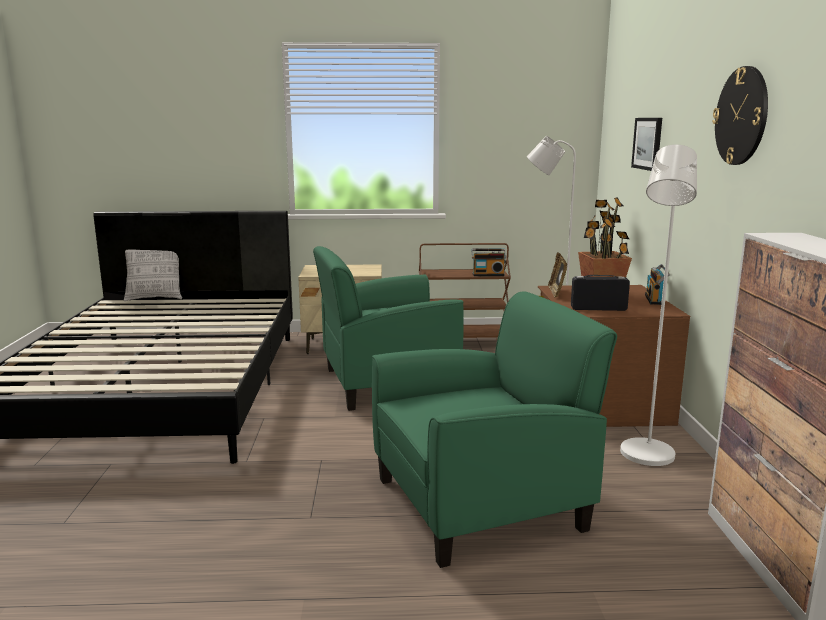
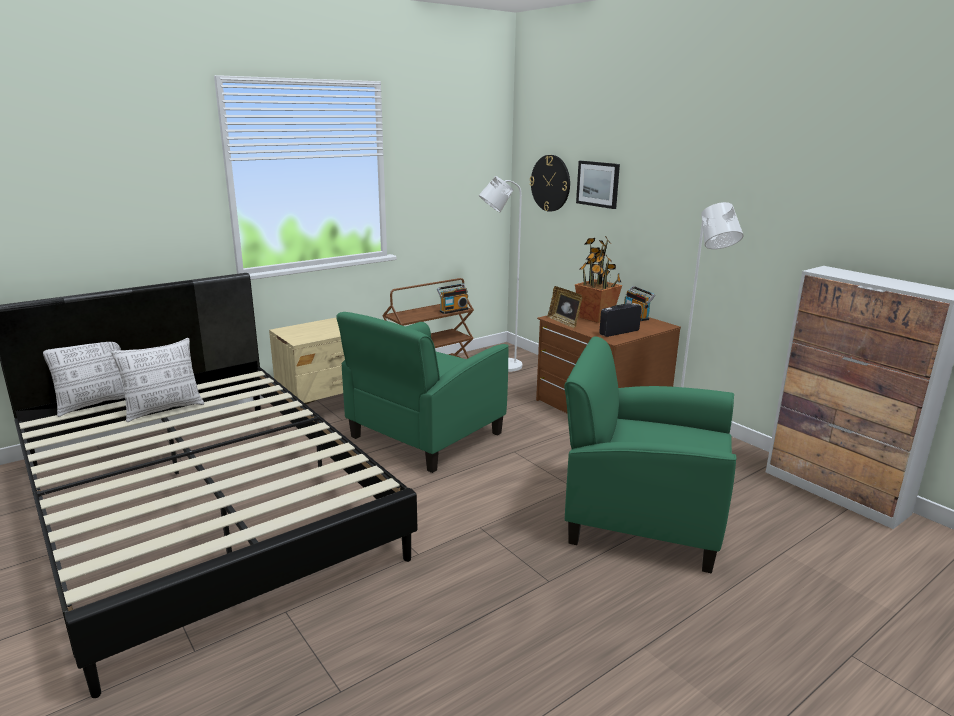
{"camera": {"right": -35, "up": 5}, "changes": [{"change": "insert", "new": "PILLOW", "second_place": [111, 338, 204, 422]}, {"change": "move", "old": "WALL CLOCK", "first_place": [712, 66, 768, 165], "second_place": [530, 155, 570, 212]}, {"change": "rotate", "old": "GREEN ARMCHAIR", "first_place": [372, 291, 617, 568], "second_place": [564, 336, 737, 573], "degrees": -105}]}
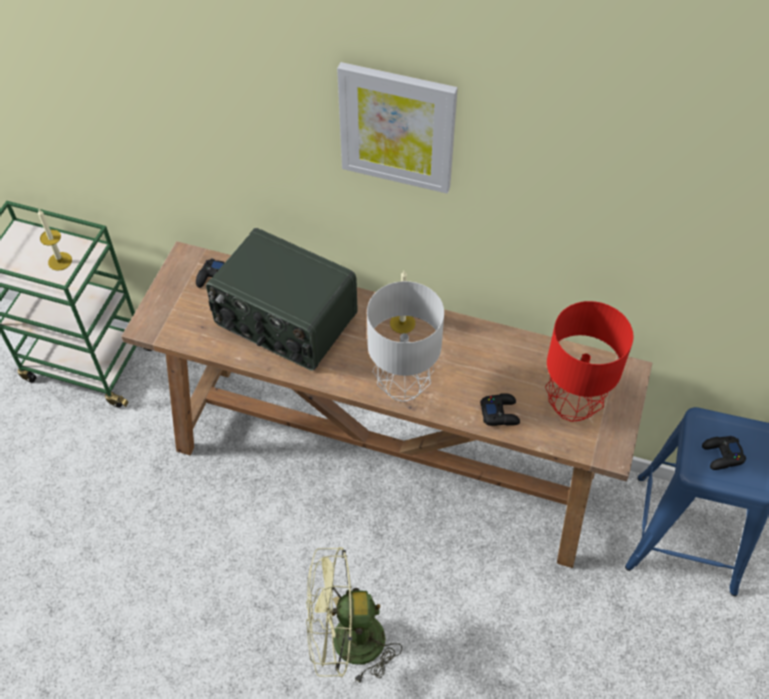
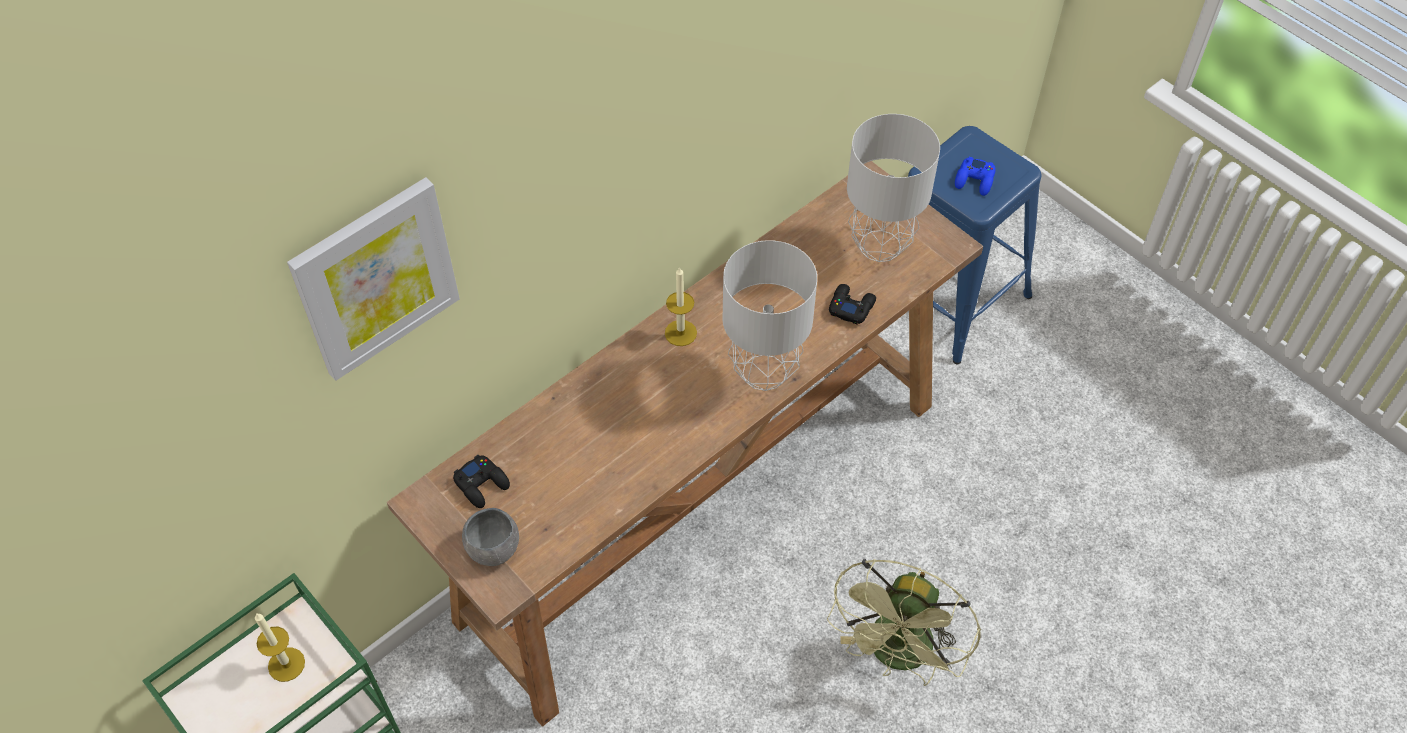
{"camera": {"right": -60, "up": 0}, "changes": [{"change": "move", "old": "PICTURE", "first_place": [337, 62, 458, 194], "second_place": [287, 177, 460, 381]}, {"change": "insert", "new": "GREY BOWL", "second_place": [462, 508, 519, 566]}, {"change": "recolor", "old": "RED TABLE LAMP", "new": "GREY TABLE LAMP", "first_place": [545, 301, 634, 422], "second_place": [847, 114, 940, 262]}, {"change": "recolor", "old": "BLACK GAME CONTROLLER", "new": "BLUE GAME CONTROLLER", "first_place": [702, 436, 746, 470], "second_place": [955, 157, 996, 196]}, {"change": "delete", "old": "RADIO", "first_place": [206, 228, 358, 371]}]}
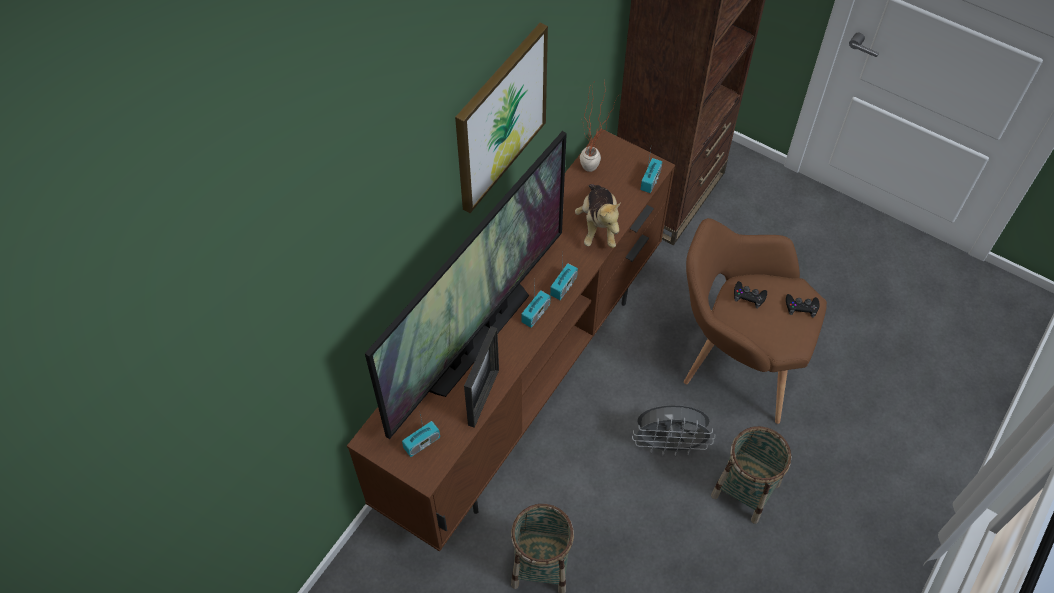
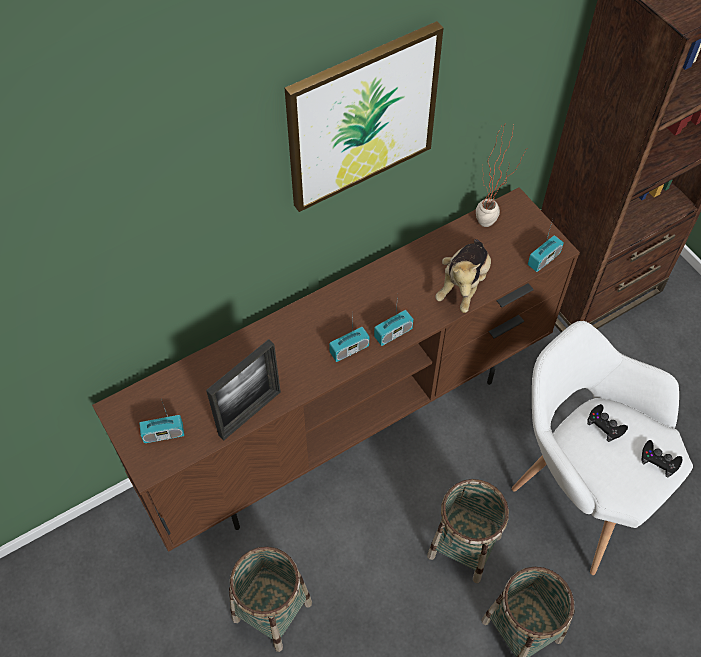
{"camera": {"right": 25, "up": 0}, "changes": [{"change": "replace", "old": "GREY FAN", "new": "BASKET", "first_place": [632, 404, 716, 456], "second_place": [427, 479, 509, 583]}, {"change": "recolor", "old": "BROWN ARMCHAIR", "new": "WHITE ARMCHAIR", "first_place": [684, 218, 827, 424], "second_place": [512, 321, 693, 575]}, {"change": "delete", "old": "TELEVISION", "first_place": [365, 131, 567, 439]}]}
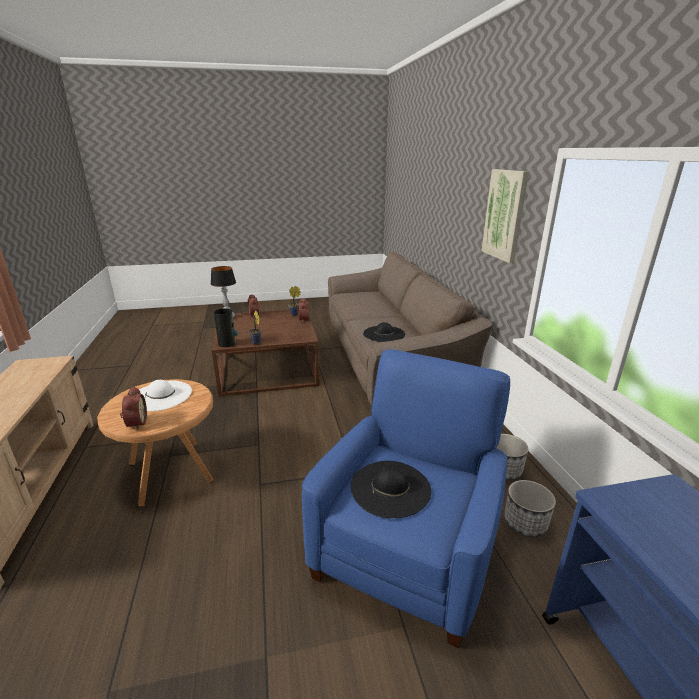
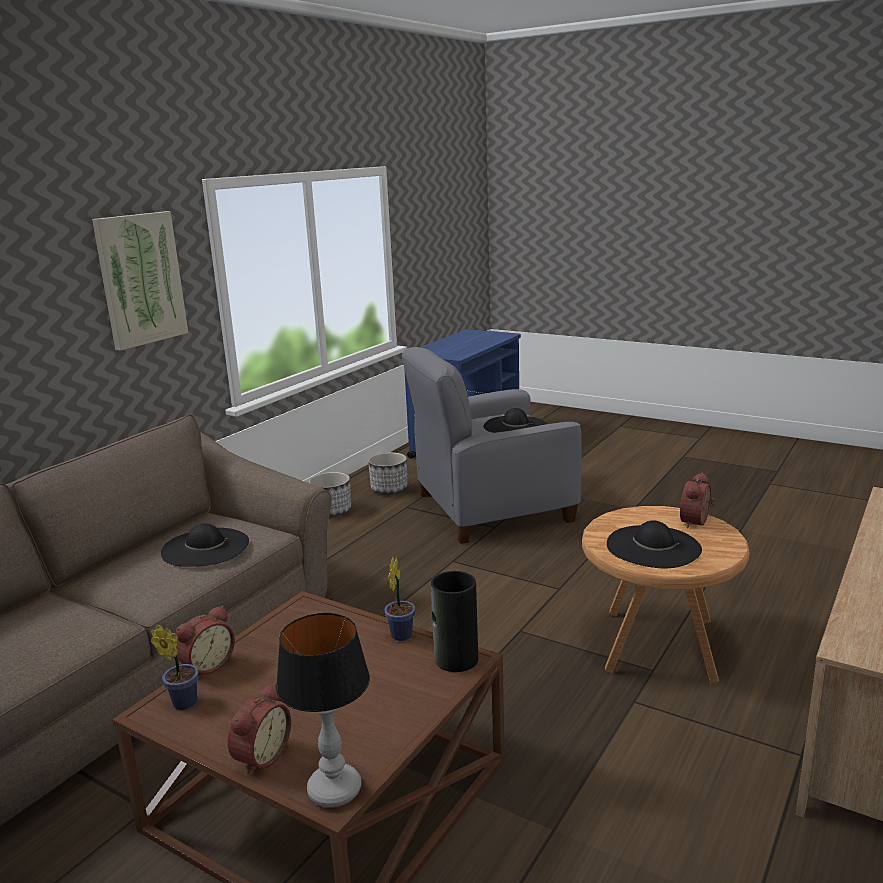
{"camera": {"right": -135, "up": -5}, "changes": [{"change": "recolor", "old": "BLUE ARMCHAIR", "new": "GREY ARMCHAIR", "first_place": [302, 349, 510, 648], "second_place": [402, 347, 581, 544]}, {"change": "recolor", "old": "WHITE HAT", "new": "BLACK HAT", "first_place": [139, 380, 192, 411], "second_place": [607, 521, 702, 568]}]}
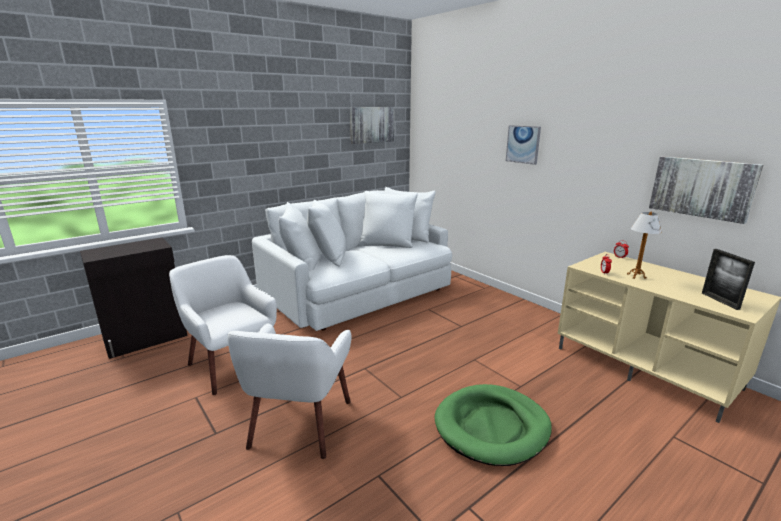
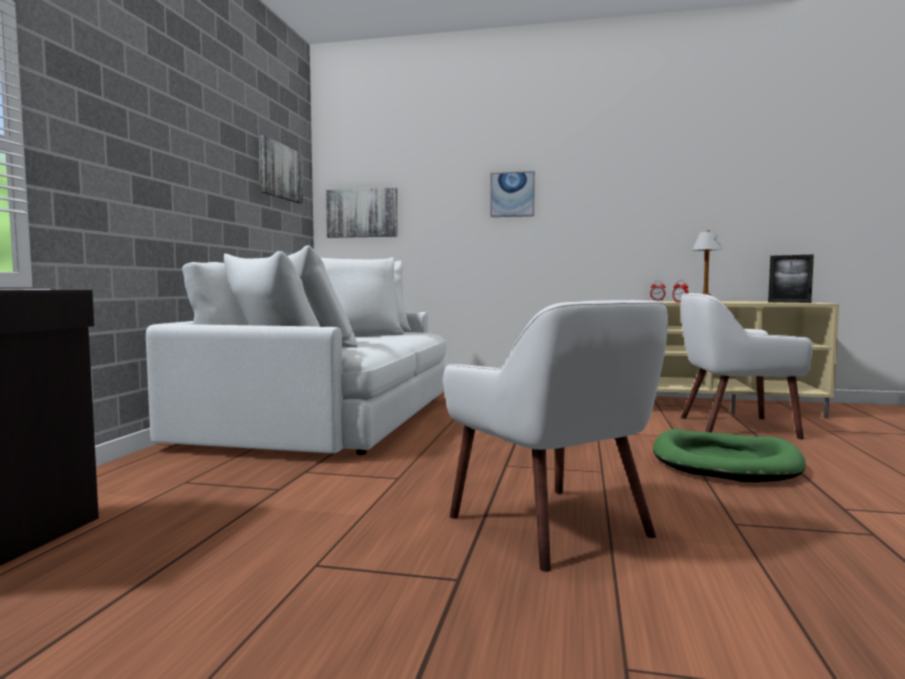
{"camera": {"right": -40, "up": -15}, "changes": [{"change": "move", "old": "PICTURE", "first_place": [649, 156, 763, 224], "second_place": [326, 188, 398, 238]}, {"change": "move", "old": "WHITE ARMCHAIR", "first_place": [169, 255, 277, 395], "second_place": [681, 293, 813, 439]}]}
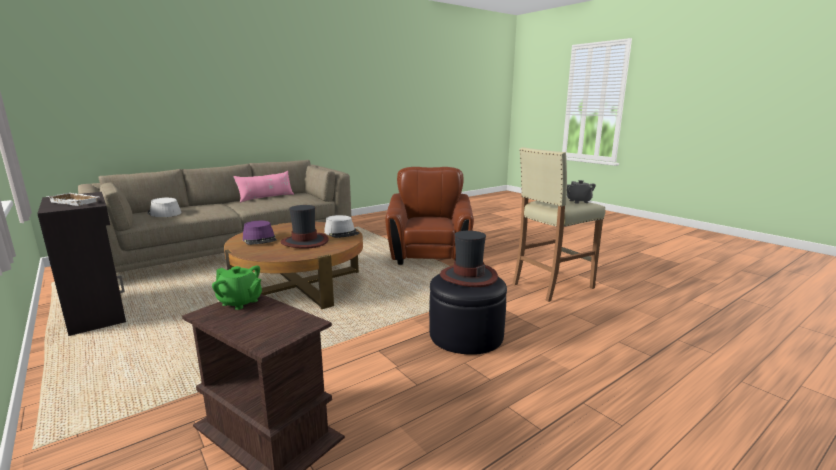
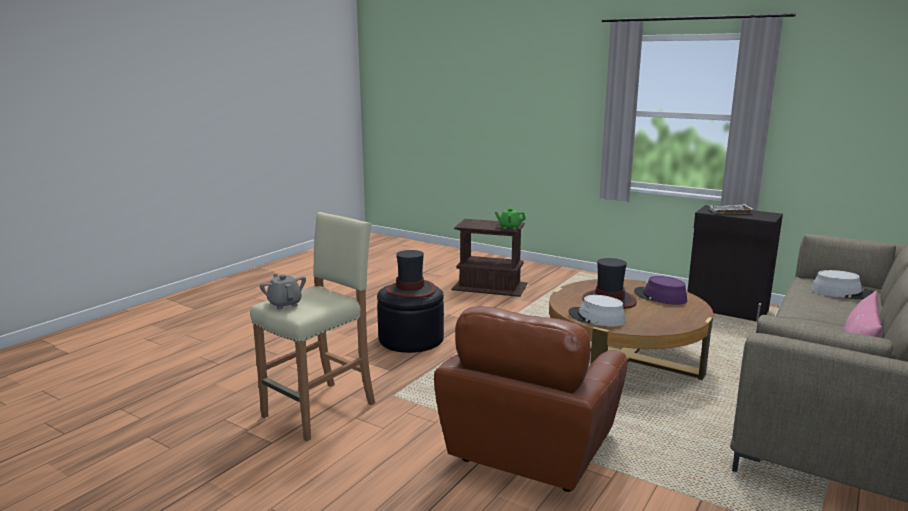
{"camera": {"right": 160, "up": 0}, "changes": [{"change": "rotate", "old": "BROWN ARMCHAIR", "first_place": [385, 167, 474, 265], "second_place": [434, 306, 628, 492], "degrees": 45}]}
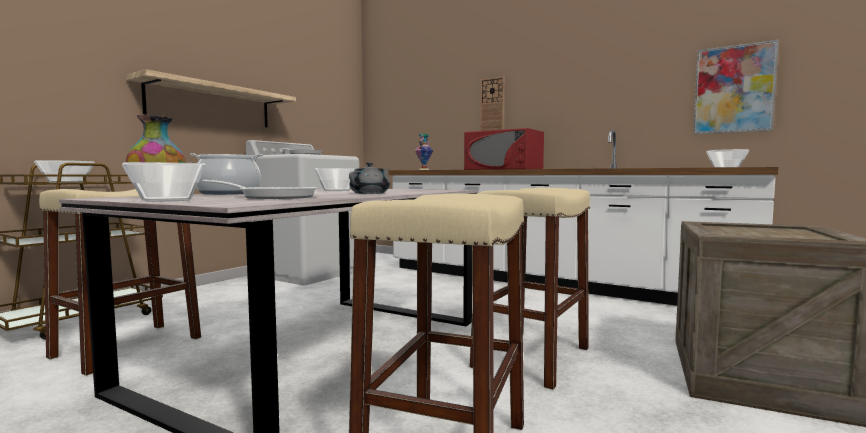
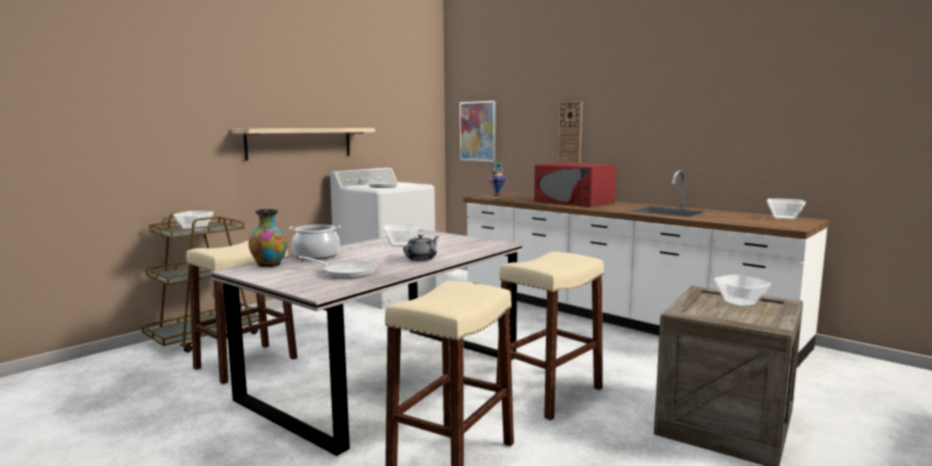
{"camera": {"right": 10, "up": 5}, "changes": [{"change": "move", "old": "PICTURE", "first_place": [693, 40, 779, 134], "second_place": [460, 101, 496, 162]}, {"change": "move", "old": "BOWL", "first_place": [122, 162, 206, 202], "second_place": [714, 275, 771, 307]}]}
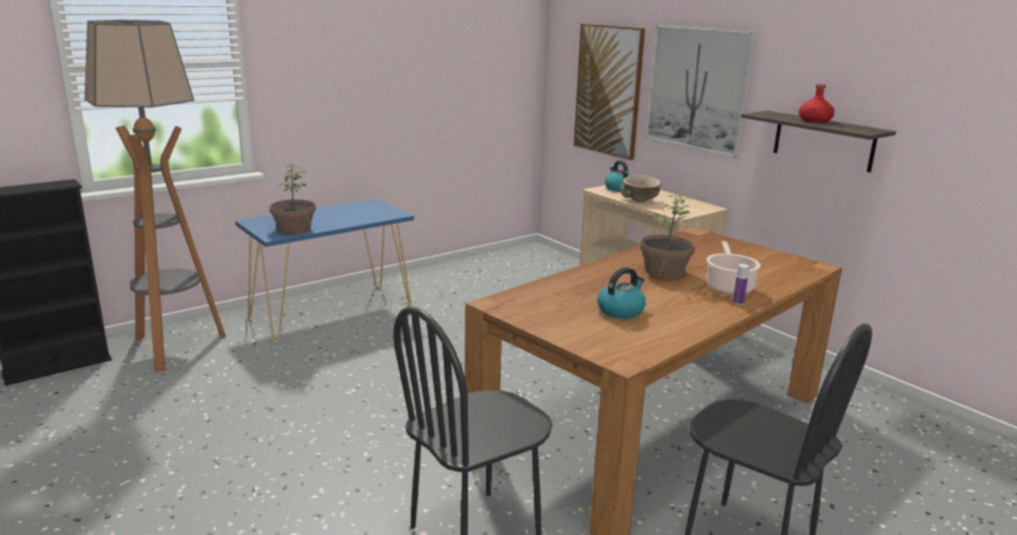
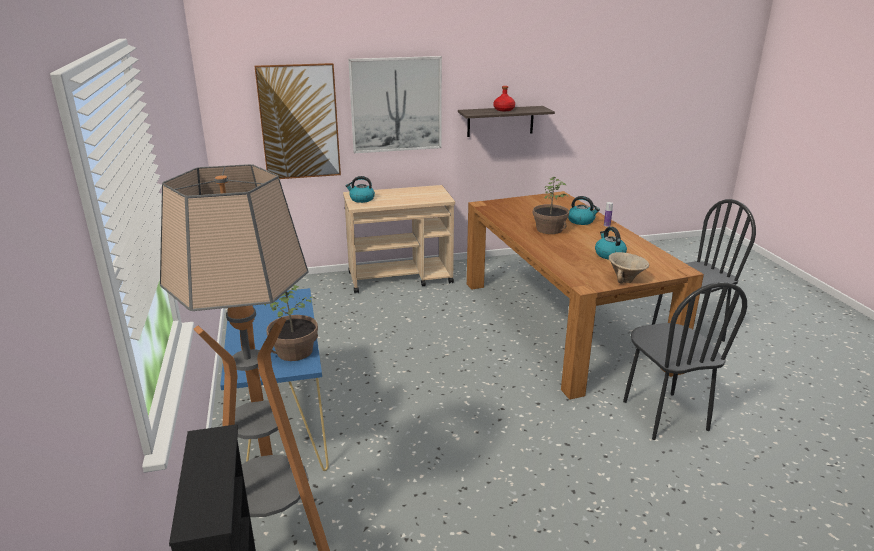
{"camera": {"right": -65, "up": 5}, "changes": [{"change": "replace", "old": "COOKING POT", "new": "KETTLE", "first_place": [706, 241, 761, 295], "second_place": [568, 196, 600, 225]}, {"change": "move", "old": "BEIGE BOWL", "first_place": [620, 174, 662, 202], "second_place": [609, 252, 649, 283]}]}
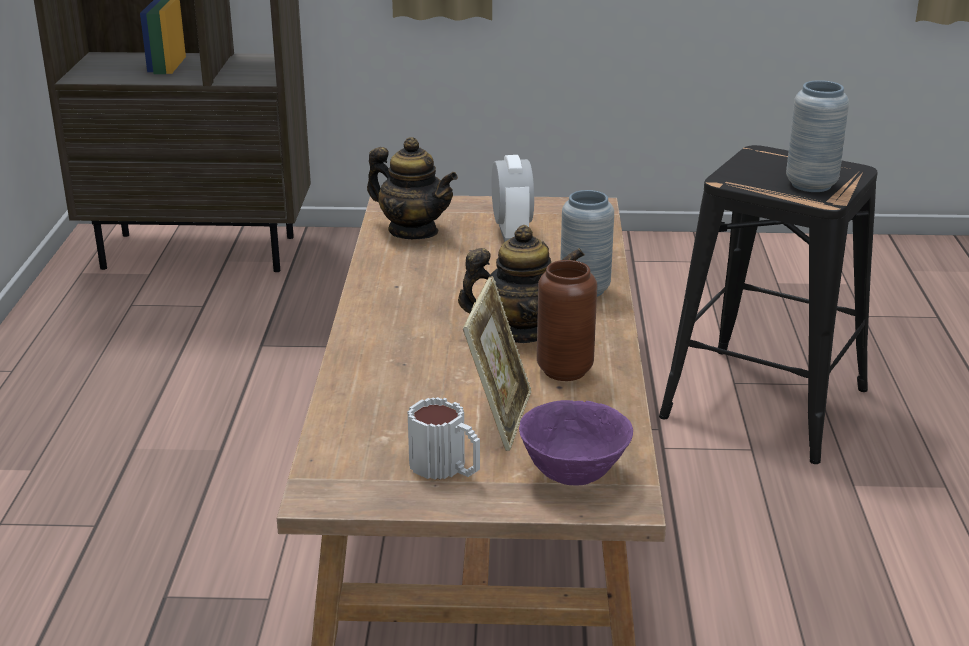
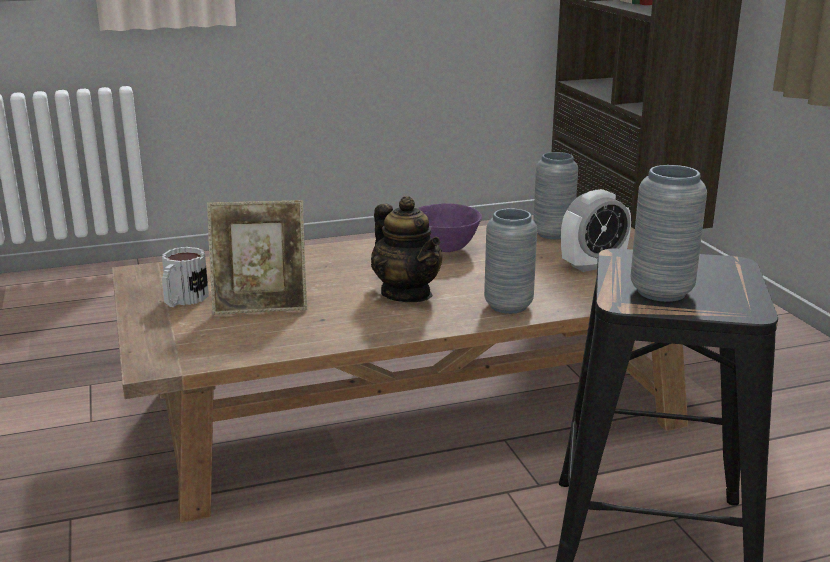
{"camera": {"right": 70, "up": -5}, "changes": [{"change": "move", "old": "PURPLE BOWL", "first_place": [519, 400, 633, 485], "second_place": [418, 203, 482, 252]}, {"change": "replace", "old": "TEAPOT", "new": "GREY VASE", "first_place": [367, 137, 458, 239], "second_place": [533, 152, 578, 239]}, {"change": "delete", "old": "BROWN VASE", "first_place": [537, 260, 597, 381]}]}
